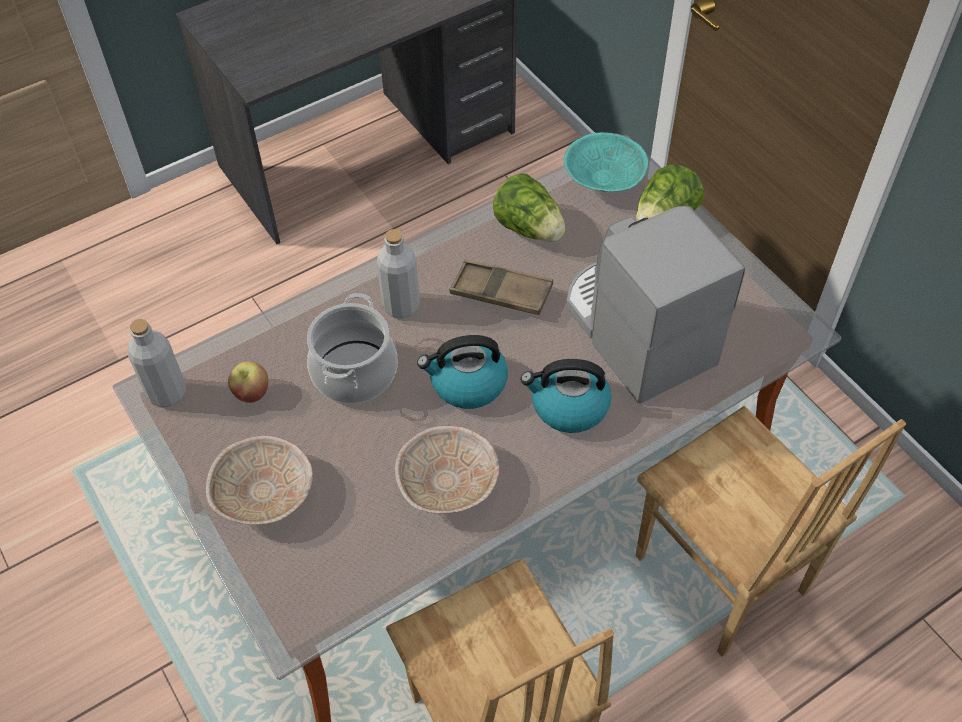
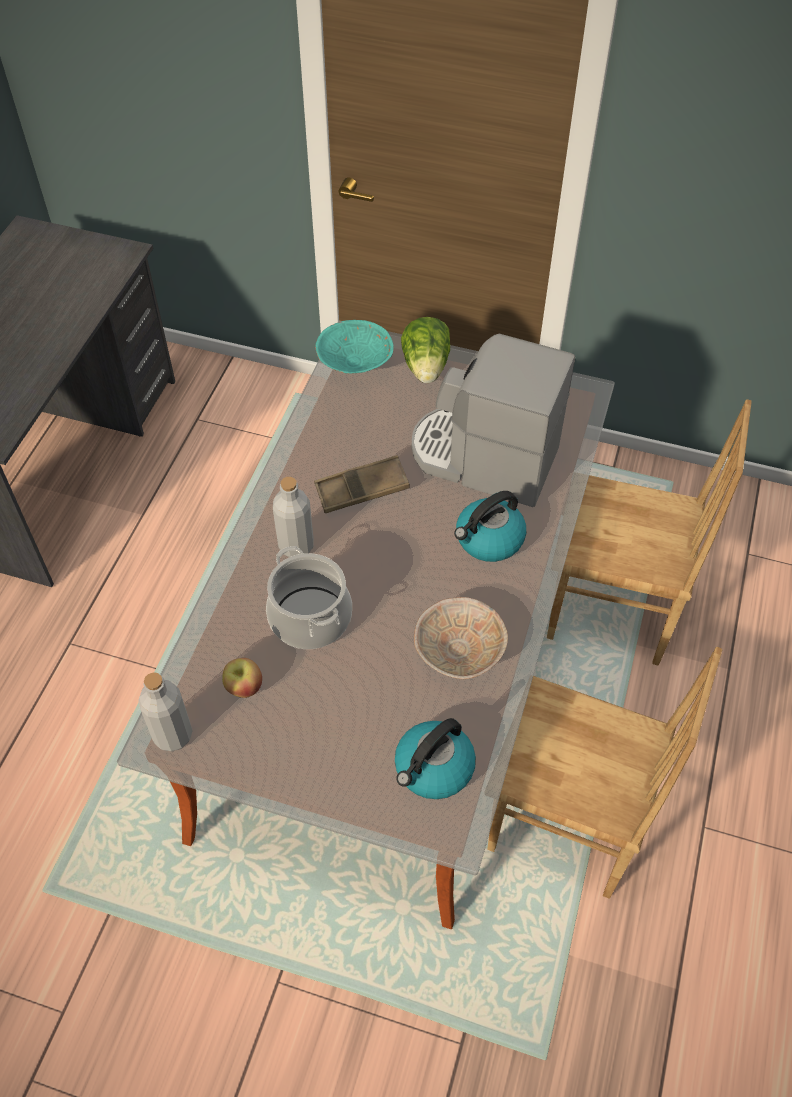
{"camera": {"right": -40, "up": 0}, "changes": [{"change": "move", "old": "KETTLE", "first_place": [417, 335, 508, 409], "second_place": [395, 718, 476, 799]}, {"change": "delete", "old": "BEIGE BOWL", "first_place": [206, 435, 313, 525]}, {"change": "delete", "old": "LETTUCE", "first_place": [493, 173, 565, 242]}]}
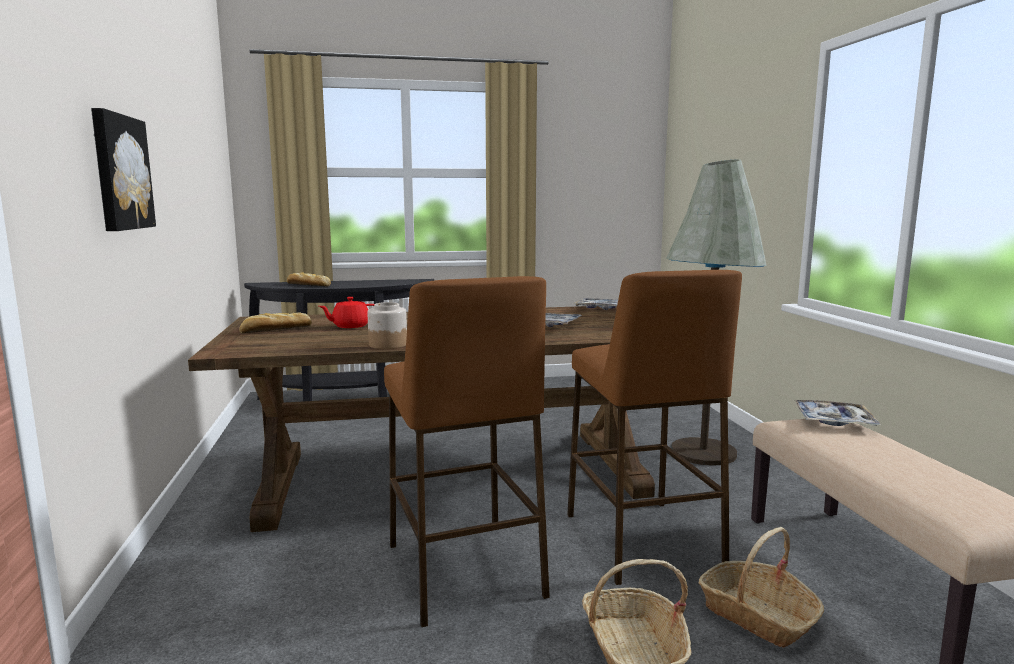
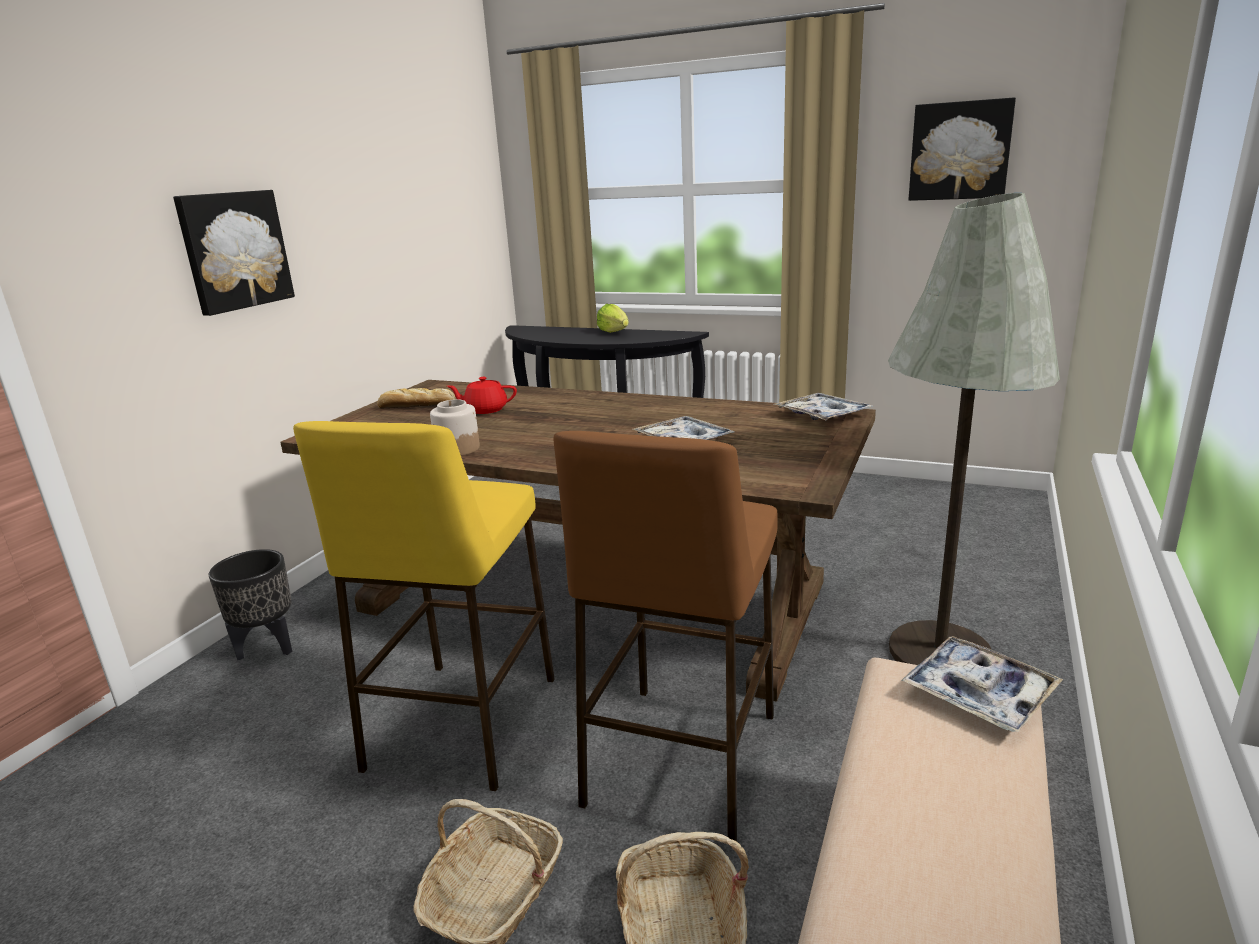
{"camera": {"right": 35, "up": 10}, "changes": [{"change": "insert", "new": "BLACK PLANTER", "second_place": [208, 549, 292, 660]}, {"change": "recolor", "old": "BROWN STOOL", "new": "YELLOW STOOL", "first_place": [384, 276, 550, 627], "second_place": [293, 421, 555, 791]}, {"change": "insert", "new": "LETTUCE", "second_place": [597, 304, 629, 333]}, {"change": "insert", "new": "PICTURE", "second_place": [909, 97, 1016, 201]}, {"change": "delete", "old": "BREAD", "first_place": [287, 272, 331, 286]}]}
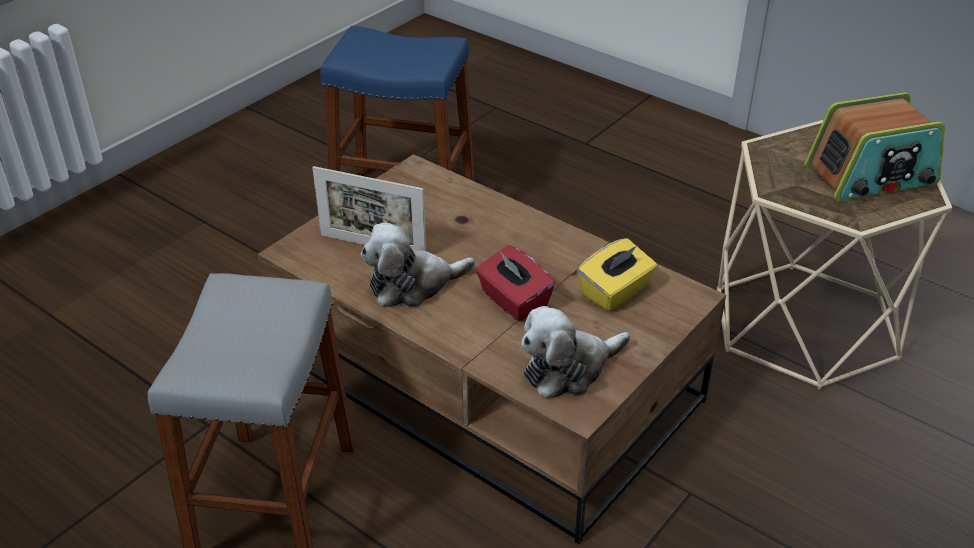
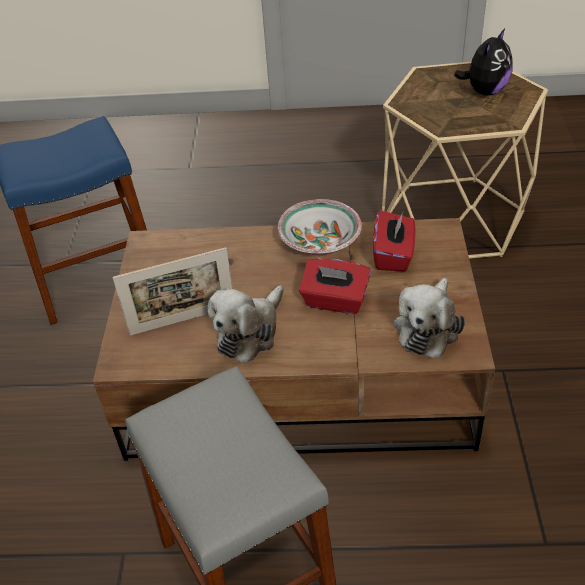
{"camera": {"right": -35, "up": 5}, "changes": [{"change": "insert", "new": "BOWL", "second_place": [277, 199, 362, 255]}, {"change": "recolor", "old": "YELLOW TISSUE BOX", "new": "RED TISSUE BOX", "first_place": [577, 238, 657, 311], "second_place": [373, 211, 415, 271]}, {"change": "replace", "old": "RADIO", "new": "PLUSH TOY", "first_place": [804, 92, 945, 201], "second_place": [454, 28, 513, 96]}]}
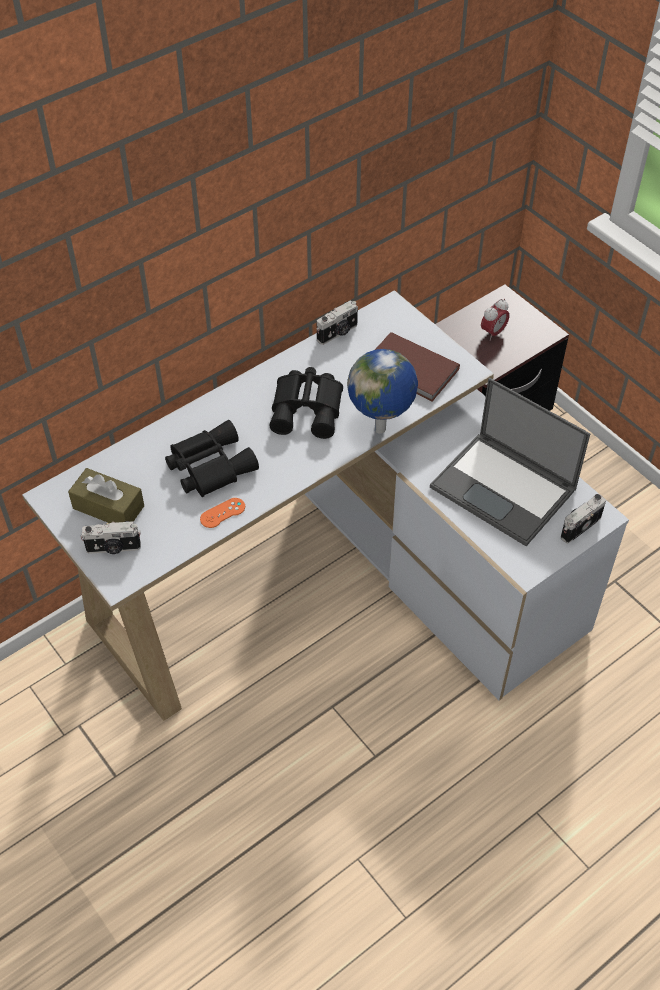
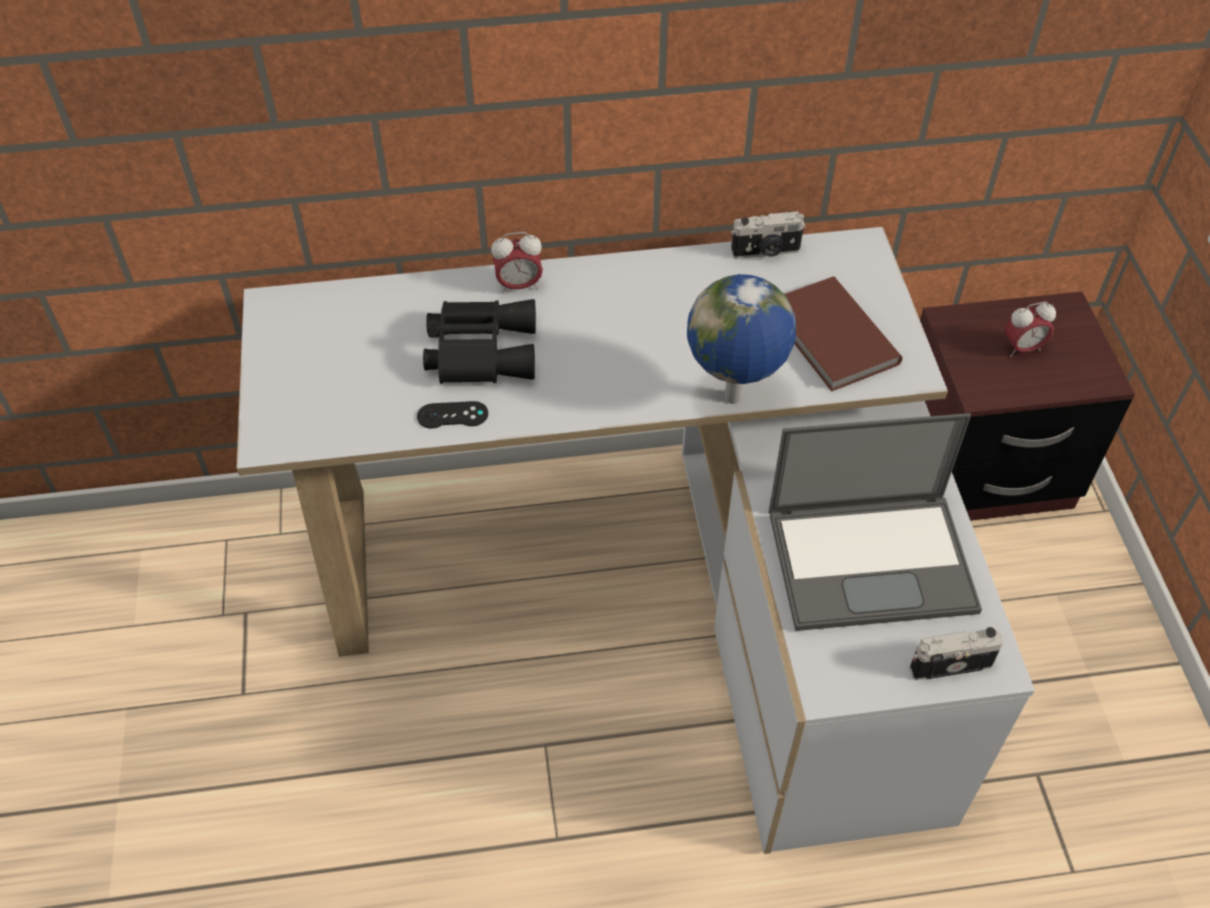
{"camera": {"right": 30, "up": 0}, "changes": [{"change": "recolor", "old": "ORANGE GAME CONTROLLER", "new": "BLACK GAME CONTROLLER", "first_place": [200, 498, 245, 528], "second_place": [417, 401, 488, 429]}, {"change": "insert", "new": "ALARM CLOCK", "second_place": [491, 232, 543, 294]}, {"change": "rotate", "old": "LAPTOP", "first_place": [430, 378, 590, 546], "second_place": [769, 413, 982, 631], "degrees": -75}, {"change": "delete", "old": "BROWN TISSUE BOX", "first_place": [68, 468, 144, 523]}, {"change": "delete", "old": "PHOTO CAMERA", "first_place": [81, 521, 141, 554]}, {"change": "delete", "old": "BLACK BINOCULARS", "first_place": [270, 367, 343, 439]}]}
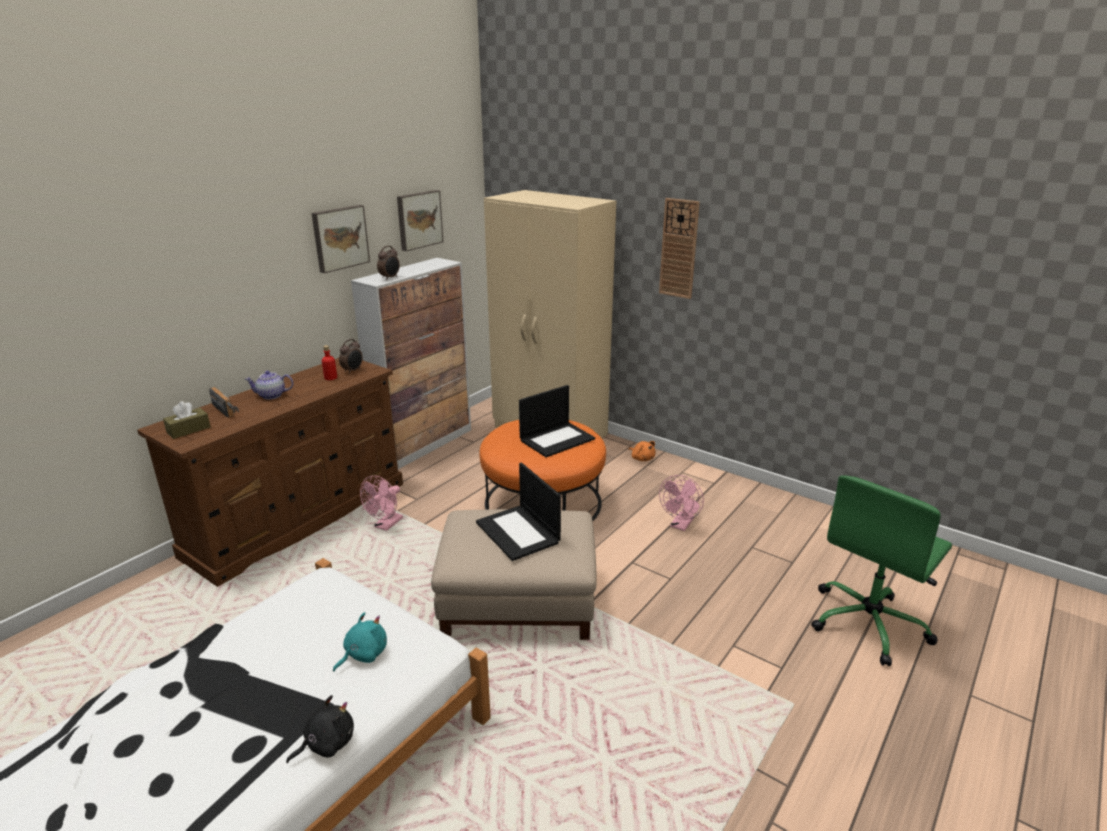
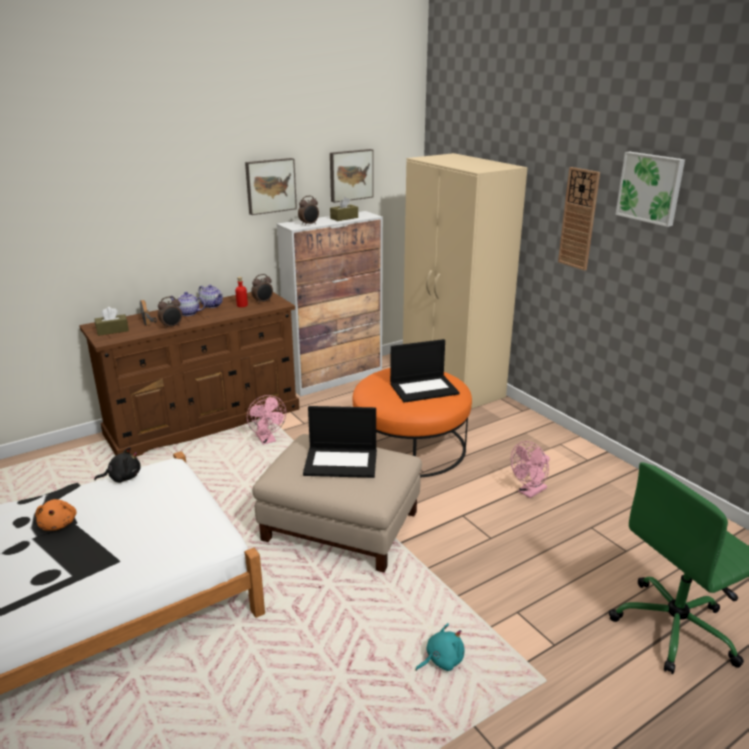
{"camera": {"right": 20, "up": 0}, "changes": [{"change": "move", "old": "ORANGE PLUSH TOY", "first_place": [628, 441, 656, 461], "second_place": [35, 499, 77, 531]}, {"change": "move", "old": "BLACK PLUSH TOY", "first_place": [286, 695, 354, 763], "second_place": [94, 447, 141, 483]}, {"change": "insert", "new": "ALARM CLOCK", "second_place": [158, 296, 182, 329]}, {"change": "insert", "new": "TEAPOT", "second_place": [199, 285, 223, 308]}, {"change": "rotate", "old": "PINK FAN", "first_place": [360, 476, 403, 531], "second_place": [247, 395, 286, 445], "degrees": -75}, {"change": "rotate", "old": "LAPTOP", "first_place": [476, 463, 561, 561], "second_place": [303, 406, 377, 478], "degrees": -75}, {"change": "insert", "new": "BROWN TISSUE BOX", "second_place": [330, 197, 358, 221]}, {"change": "move", "old": "TURQUOISE PLUSH TOY", "first_place": [333, 612, 387, 672], "second_place": [416, 623, 465, 671]}, {"change": "insert", "new": "PICTURE", "second_place": [615, 152, 685, 227]}]}
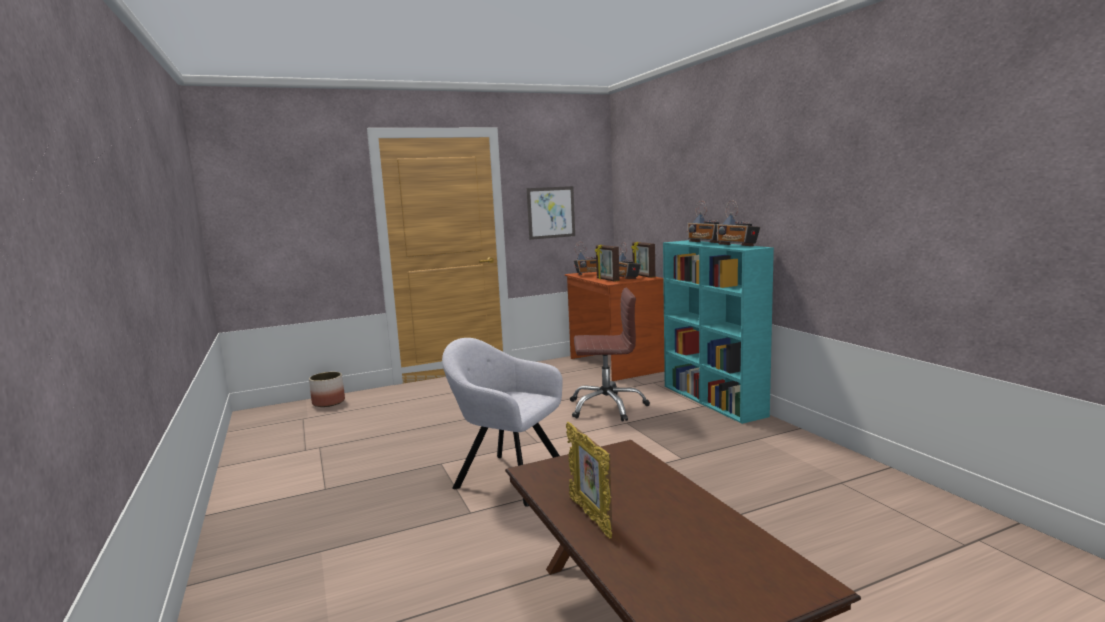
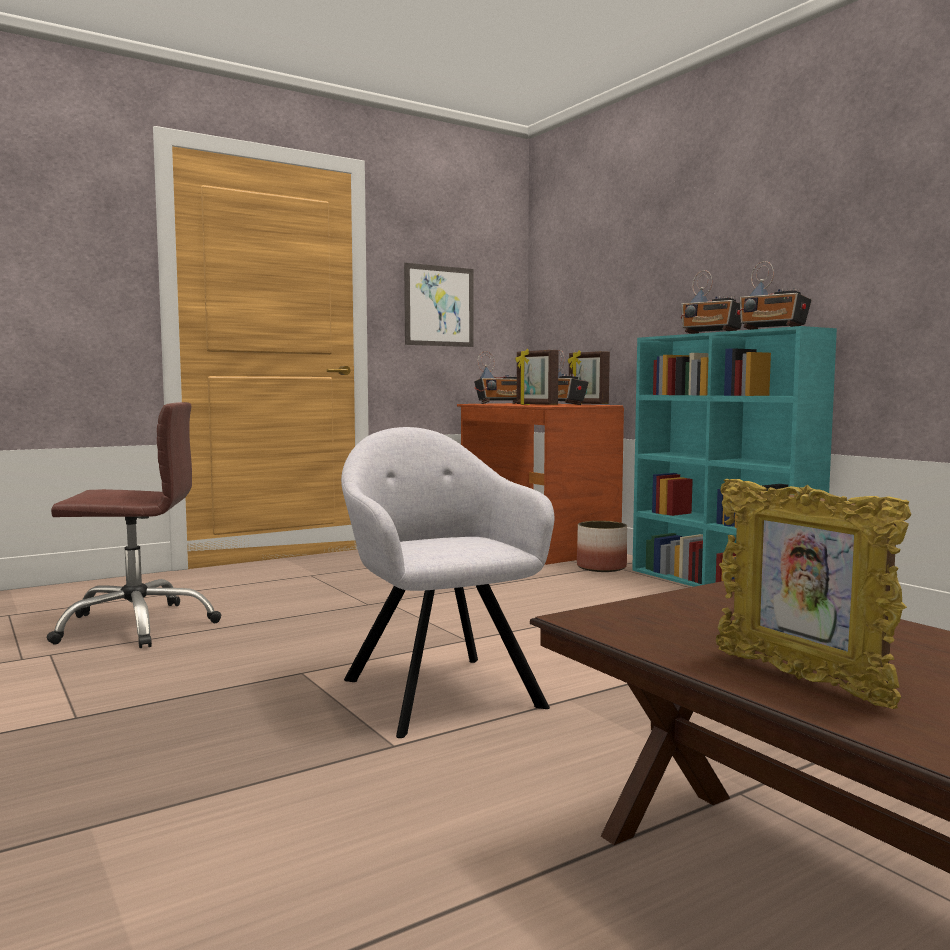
{"camera": {"right": -10, "up": -5}, "changes": [{"change": "move", "old": "BROWN OFFICE CHAIR", "first_place": [570, 288, 650, 422], "second_place": [46, 402, 222, 648]}, {"change": "rotate", "old": "GREY ARMCHAIR", "first_place": [442, 338, 563, 507], "second_place": [341, 427, 554, 738], "degrees": 45}, {"change": "move", "old": "PLANTER", "first_place": [309, 372, 345, 407], "second_place": [577, 521, 627, 572]}]}
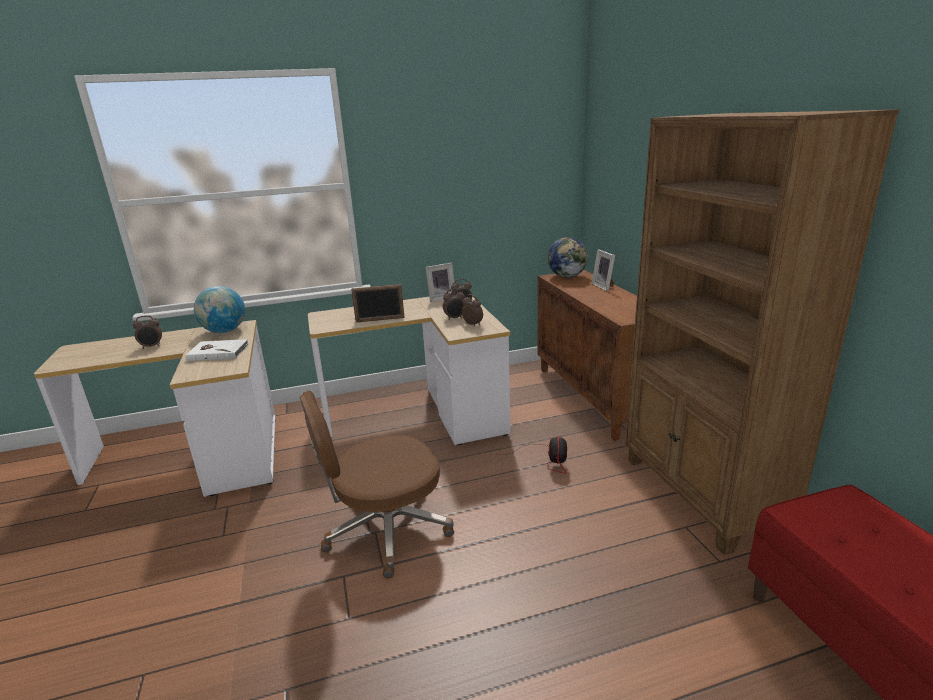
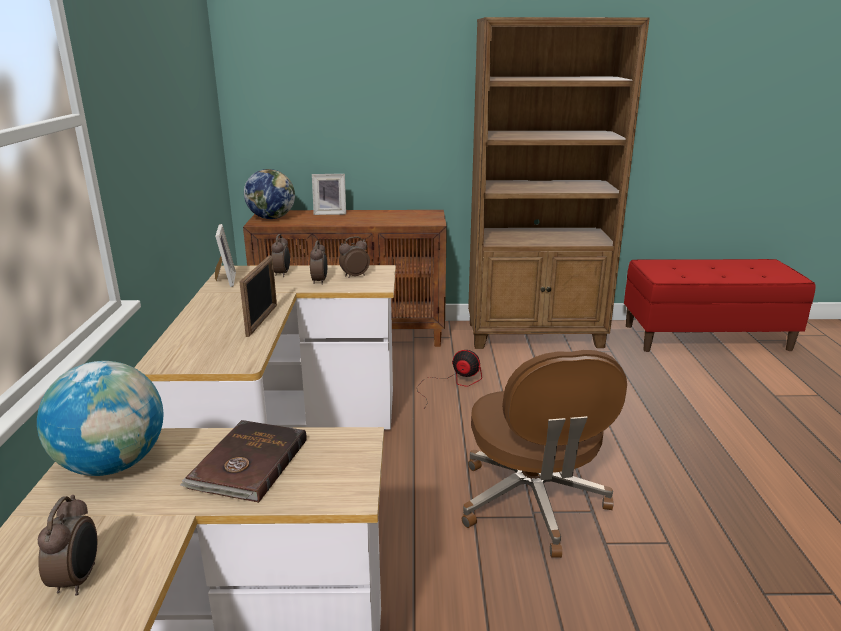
{"camera": {"right": -75, "up": 0}, "changes": [{"change": "recolor", "old": "WHITE BOOK", "new": "BROWN BOOK", "first_place": [185, 339, 249, 361], "second_place": [180, 420, 307, 503]}]}
